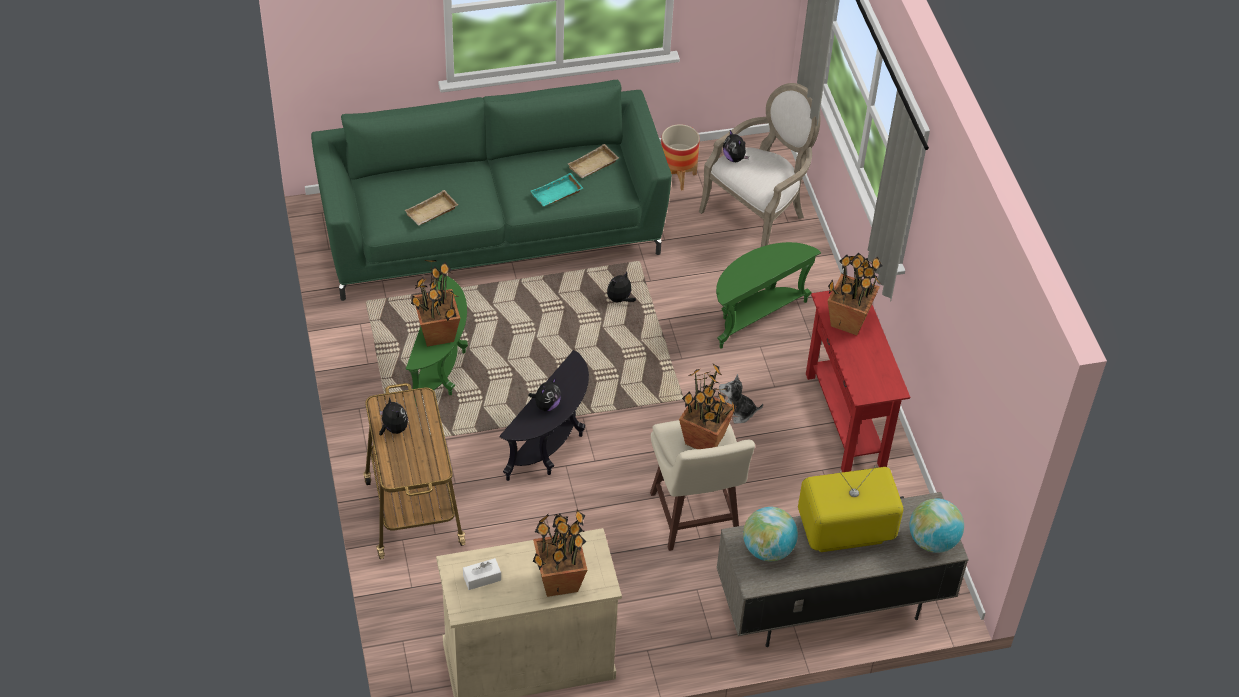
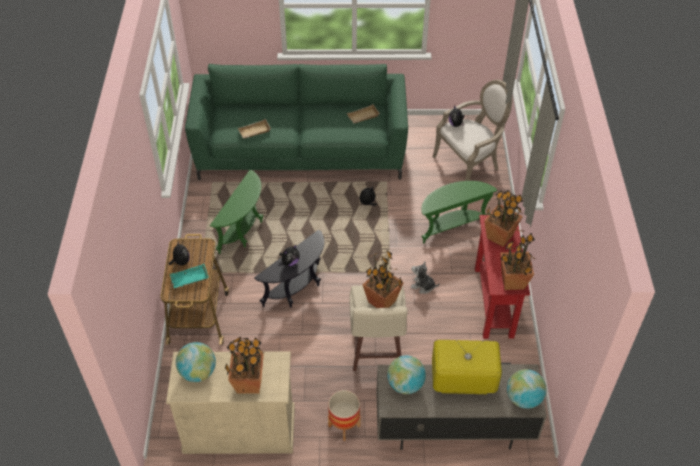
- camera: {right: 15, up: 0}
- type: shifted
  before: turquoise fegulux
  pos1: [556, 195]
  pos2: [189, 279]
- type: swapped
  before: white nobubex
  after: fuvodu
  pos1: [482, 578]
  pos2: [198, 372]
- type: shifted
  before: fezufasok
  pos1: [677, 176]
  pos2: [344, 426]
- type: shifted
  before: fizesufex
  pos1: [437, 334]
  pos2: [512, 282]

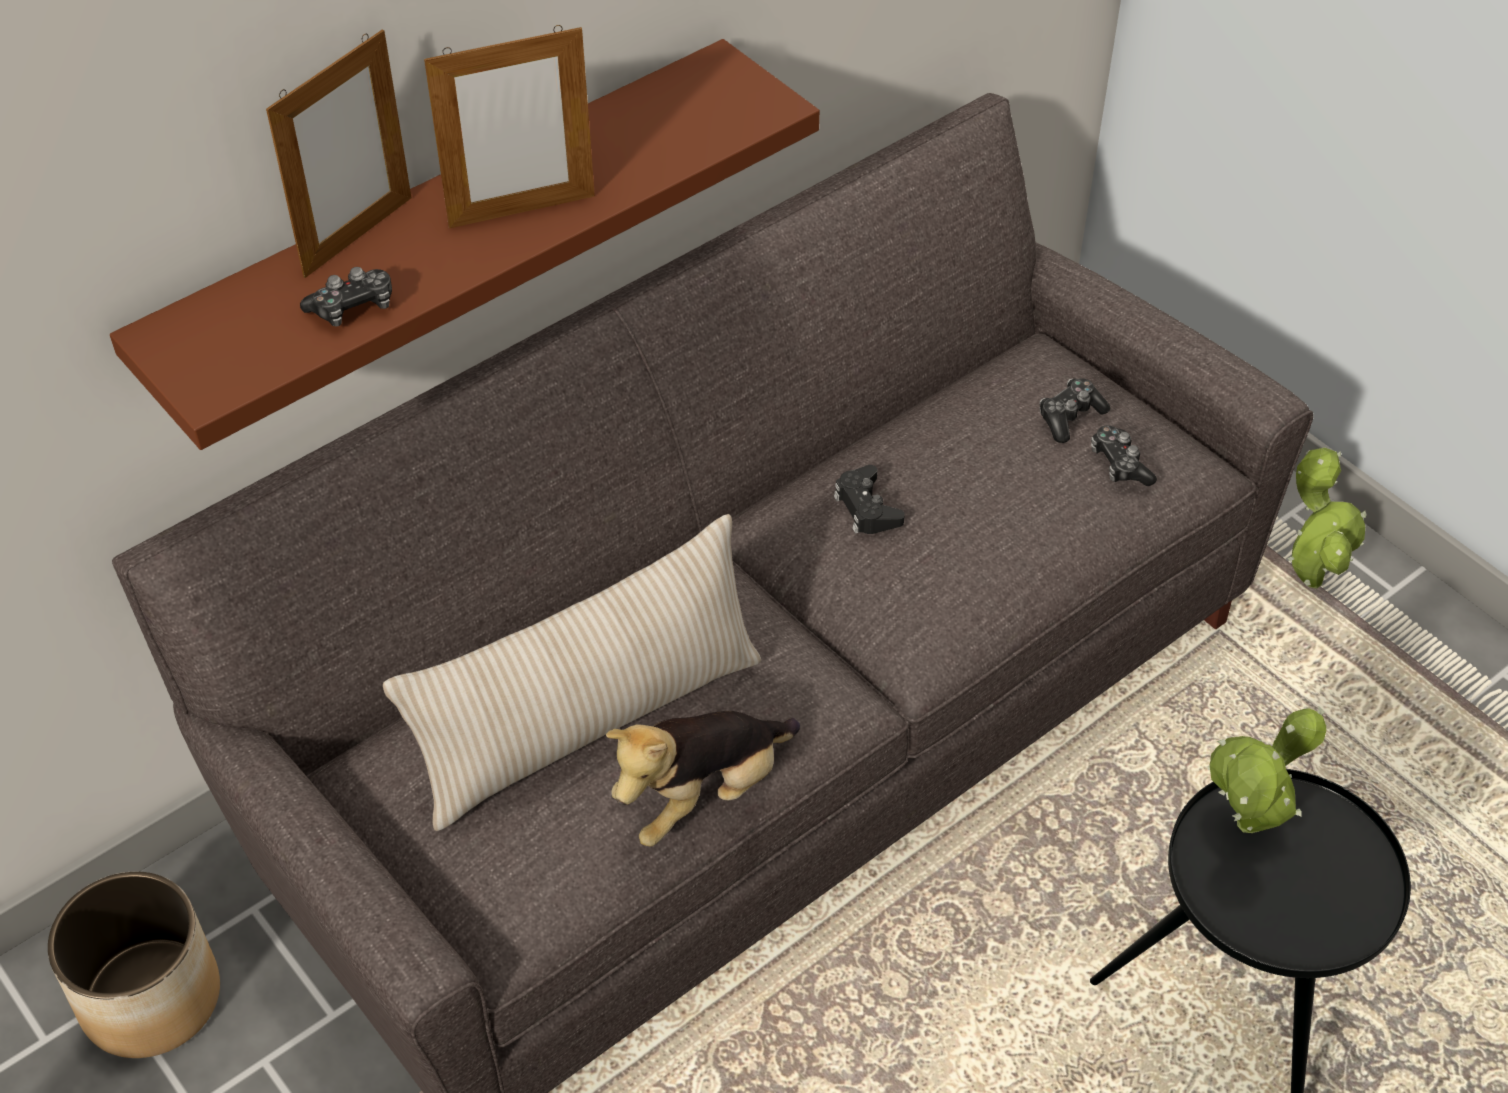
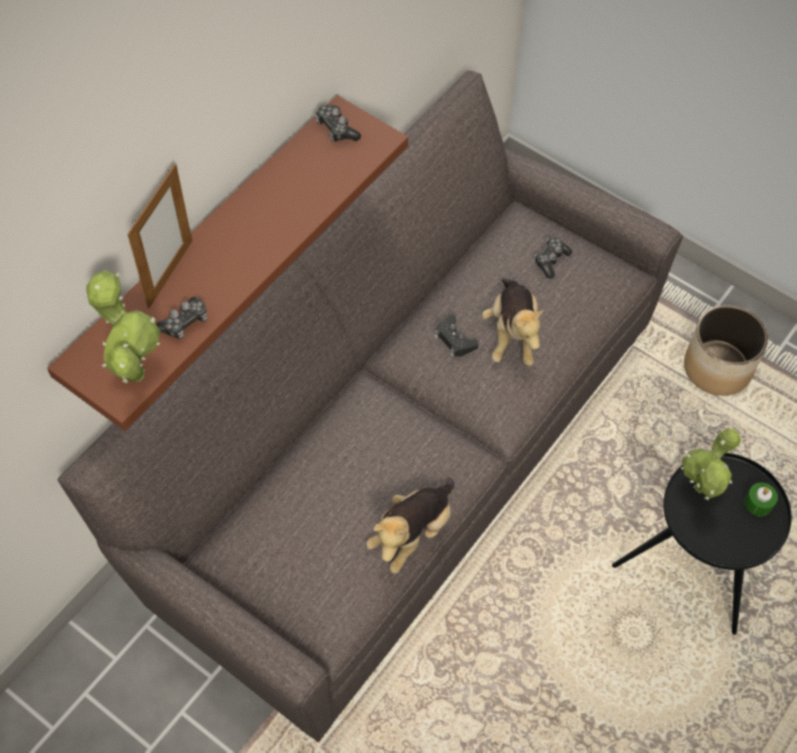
- camera: {right: -15, up: 10}
- type: shifted
  before: fizesufex
  pos1: [1309, 577]
  pos2: [134, 370]
- type: shifted
  before: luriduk
  pos1: [1119, 464]
  pos2: [336, 129]
- type: new
  after: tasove
  pos2: [512, 334]
- type: shifted
  before: fezufasok
  pos1: [152, 998]
  pos2: [717, 368]
- type: new
  after: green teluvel
  pos2: [758, 503]
- type: gone
  before: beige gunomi
  pos1: [589, 724]
- type: gone
  before: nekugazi
  pos1: [522, 211]

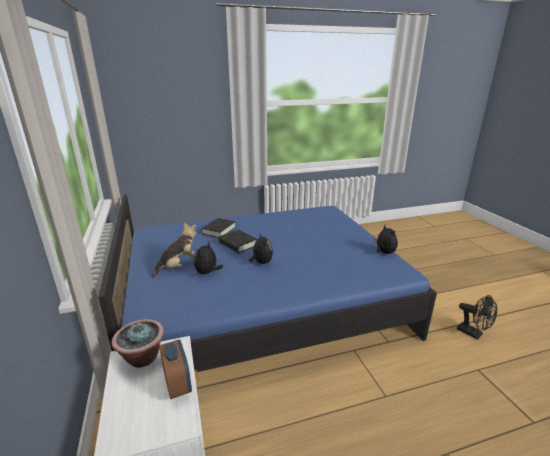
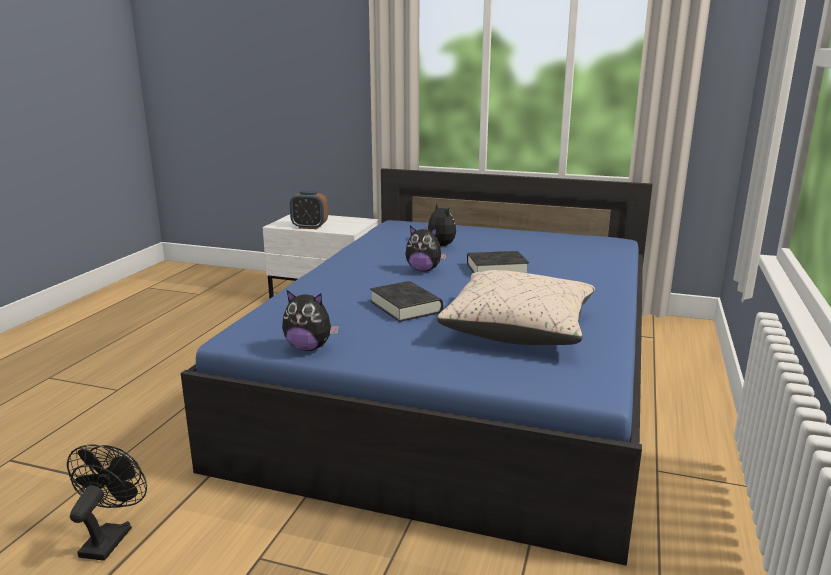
- camera: {right: 125, up: -5}
- type: rotated
  before: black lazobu
  pos1: [473, 333]
  pos2: [110, 537]
  turn: 105
- type: shifted
  before: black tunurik
  pos1: [219, 230]
  pos2: [405, 307]
- type: new
  after: beige gunomi
  pos2: [518, 329]
- type: gone
  before: fizesufex
  pos1: [142, 357]
- type: gone
  before: tasove
  pos1: [179, 266]

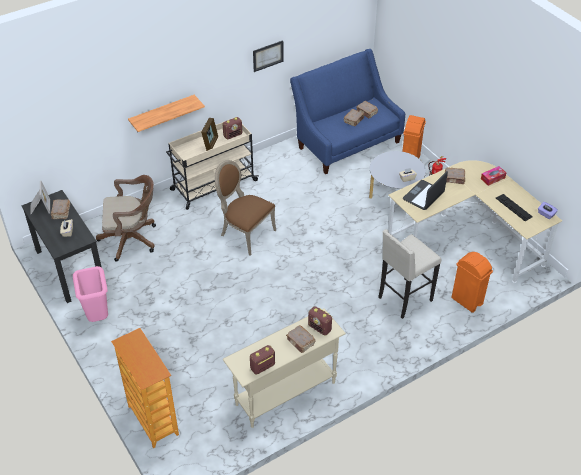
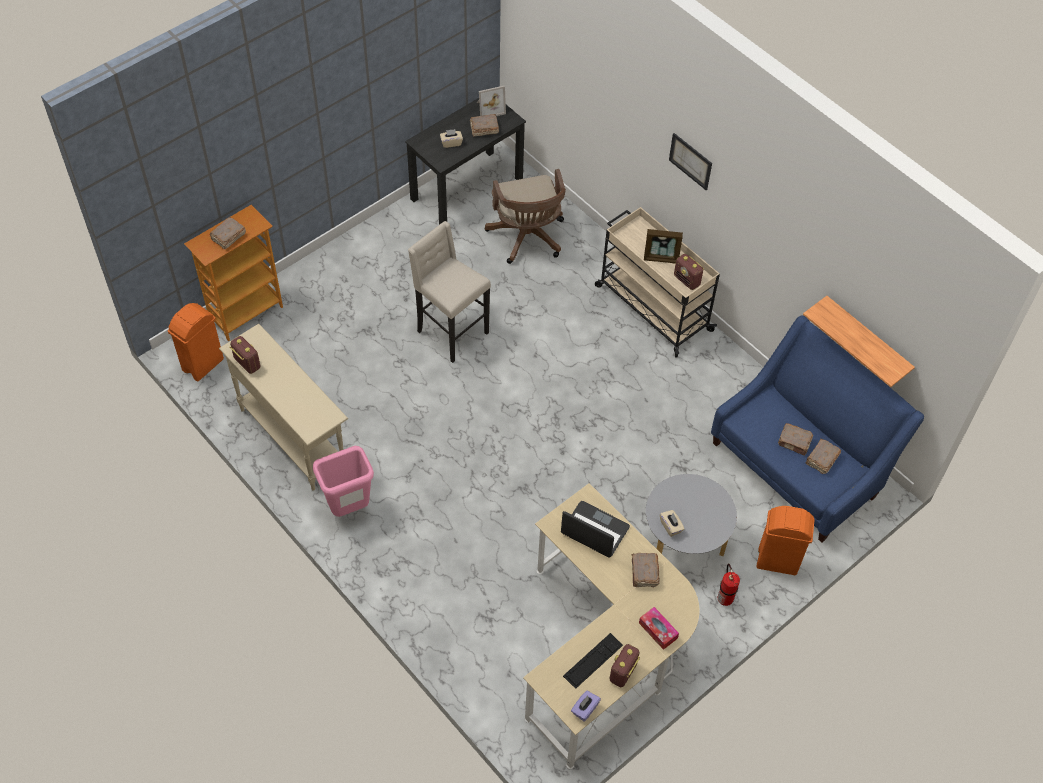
- camera: {right: 80, up: 10}
- type: shifted
  before: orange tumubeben
  pos1: [466, 300]
  pos2: [203, 364]
- type: shifted
  before: brown tunurik
  pos1: [300, 342]
  pos2: [228, 237]
- type: shifted
  before: pink tumubeben
  pos1: [98, 317]
  pos2: [348, 508]
- type: shifted
  before: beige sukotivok
  pos1: [403, 299]
  pos2: [450, 332]
- type: shifted
  before: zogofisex
  pos1: [320, 328]
  pos2: [623, 673]
- type: shifted
  before: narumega
  pos1: [268, 56]
  pos2: [690, 161]
- type: shifted
  before: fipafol
  pos1: [162, 114]
  pos2: [866, 339]
- type: gone
  before: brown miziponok
  pos1: [245, 233]

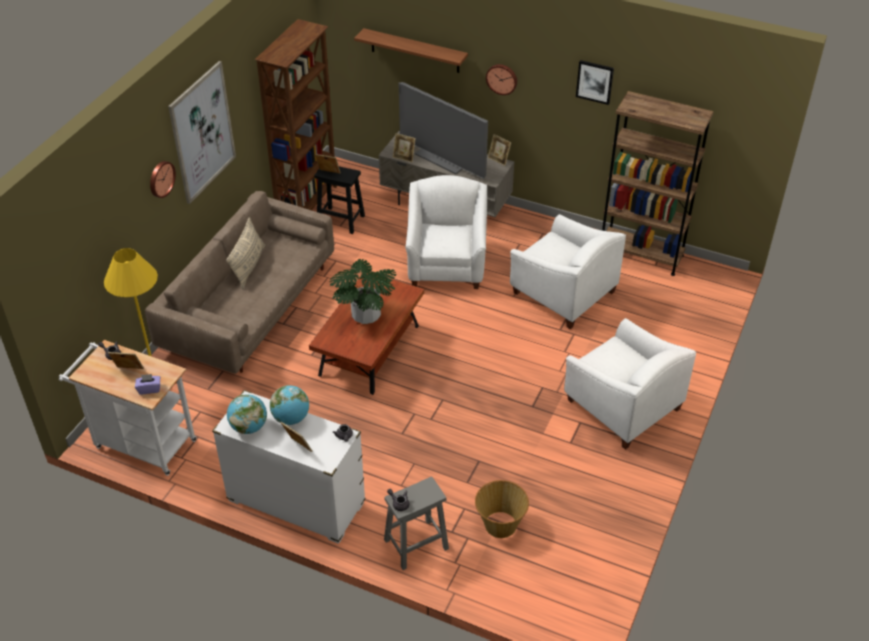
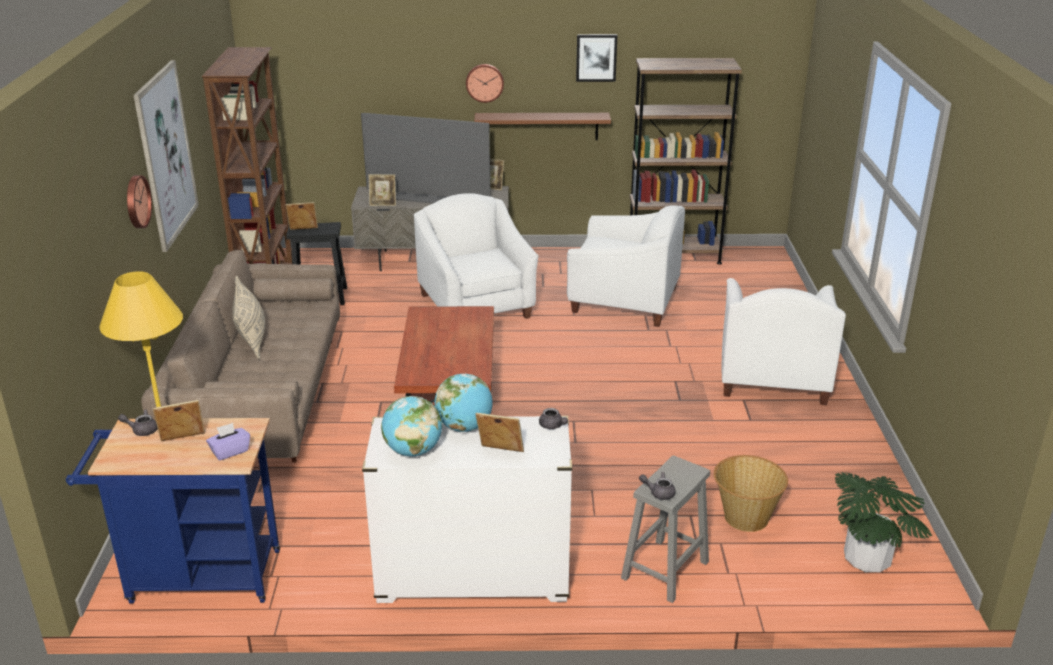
- camera: {right: -25, up: -15}
- type: repainted
  before: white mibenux
  after: blue mibenux
  pos1: [140, 442]
  pos2: [195, 577]
- type: shifted
  before: fipafol
  pos1: [415, 51]
  pos2: [542, 126]
- type: rotated
  before: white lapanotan
  pos1: [622, 406]
  pos2: [772, 374]
  turn: 75
- type: shifted
  before: fizesufex
  pos1: [366, 316]
  pos2: [867, 560]

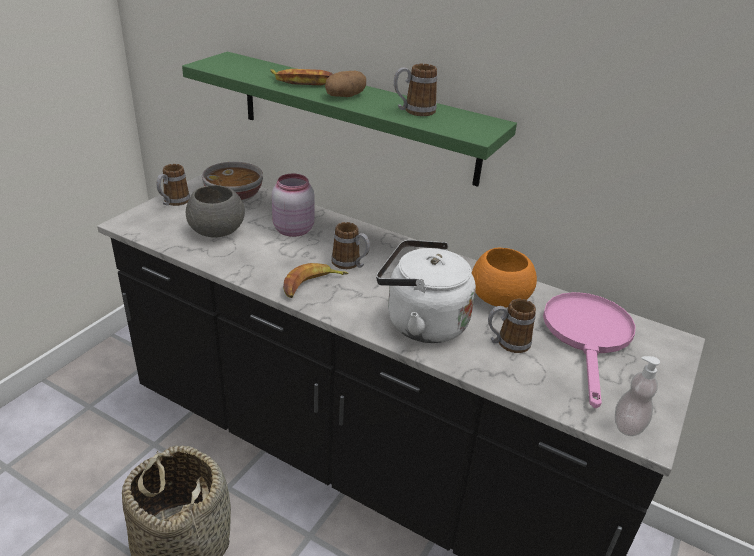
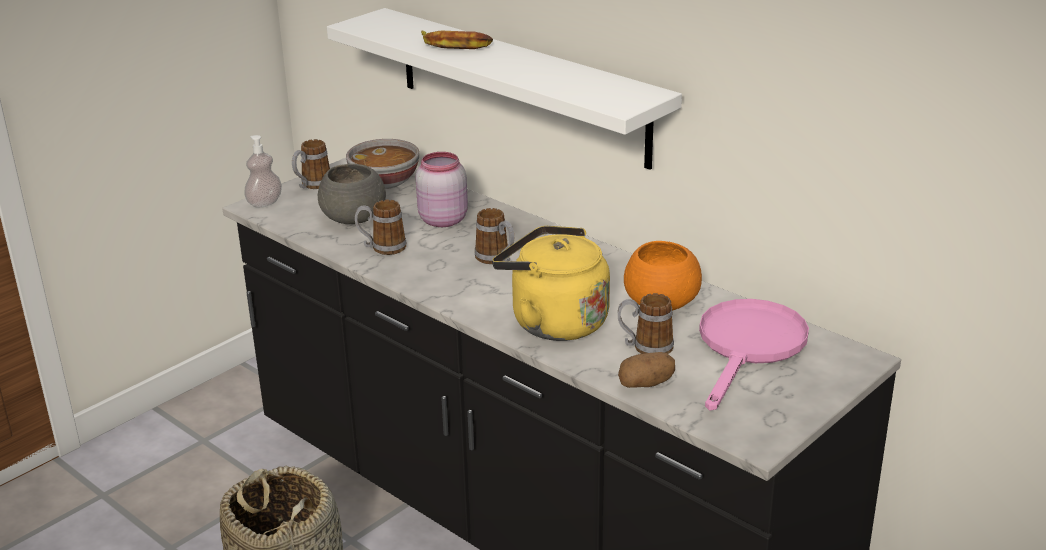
- camera: {right: 15, up: -5}
- type: shifted
  before: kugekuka
  pos1: [628, 425]
  pos2: [264, 203]
- type: repainted
  before: green fipafol
  after: white fipafol
  pos1: [356, 117]
  pos2: [520, 86]
- type: shifted
  before: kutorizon
  pos1: [413, 111]
  pos2: [382, 248]
- type: repainted
  before: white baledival
  after: yellow baledival
  pos1: [420, 323]
  pos2: [553, 321]
- type: shifted
  before: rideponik
  pos1: [345, 96]
  pos2: [646, 384]
- type: gone
  before: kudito
  pos1: [312, 285]

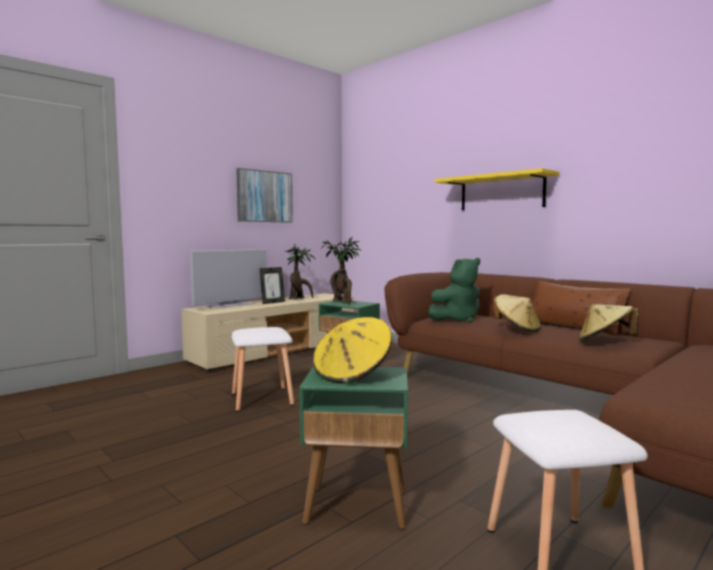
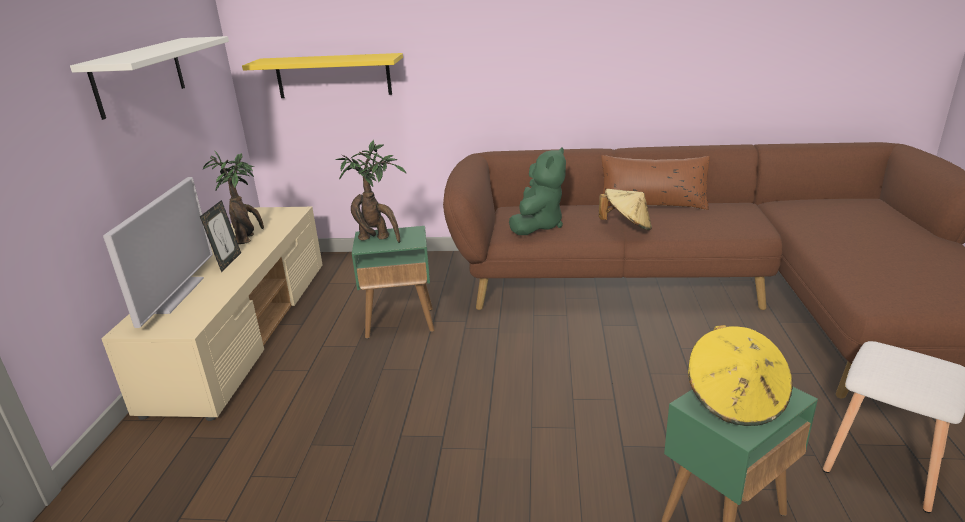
- camera: {right: -40, up: 20}
- type: swapped
  before: narumega
  after: white fipafol
  pos1: [264, 196]
  pos2: [139, 76]
- type: shifted
  before: yellow fipafol
  pos1: [501, 192]
  pos2: [333, 76]
- type: gone
  before: white sukotivok
  pos1: [263, 399]
- type: gone
  before: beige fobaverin
  pos1: [605, 341]

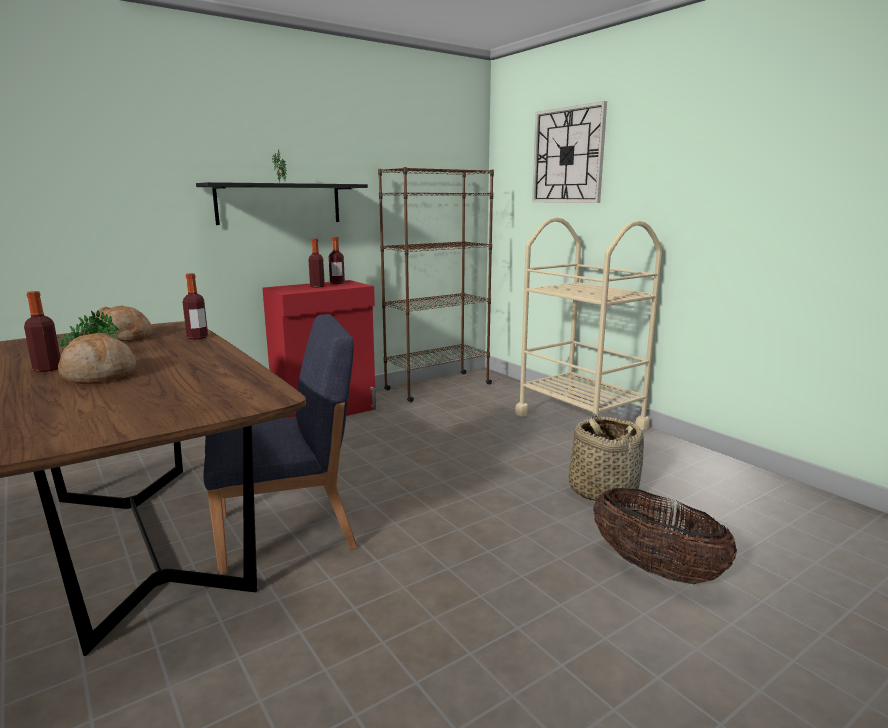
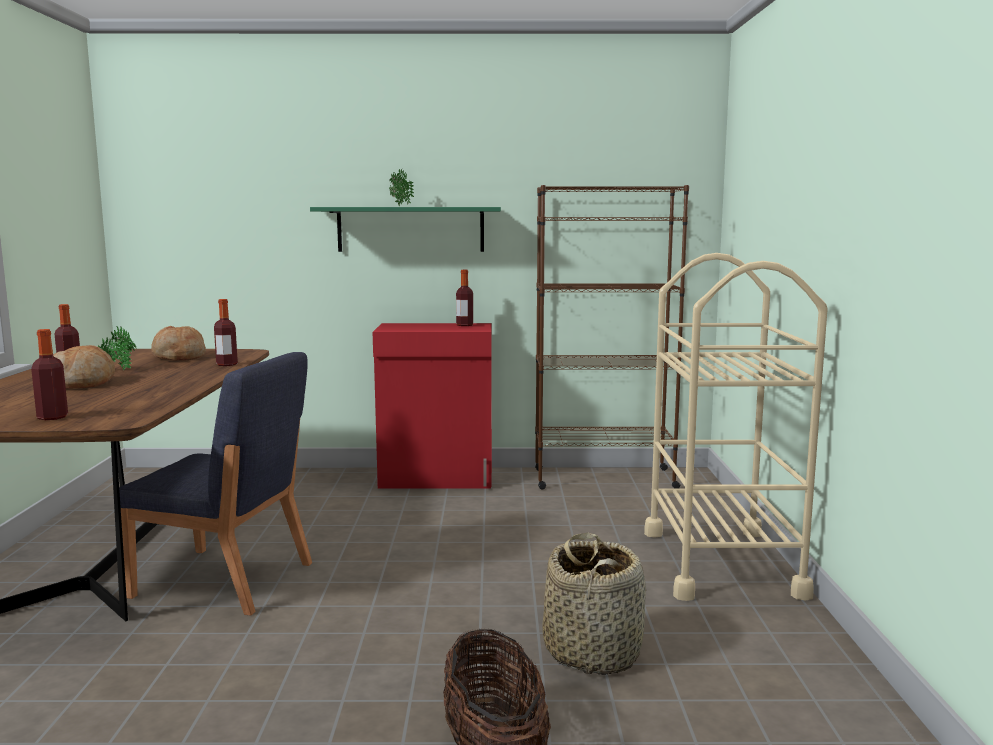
- camera: {right: 35, up: -5}
- type: shifted
  before: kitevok
  pos1: [317, 286]
  pos2: [52, 417]
- type: repainted
  before: black fipafol
  after: green fipafol
  pos1: [279, 203]
  pos2: [410, 229]
- type: gone
  before: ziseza
  pos1: [568, 155]

